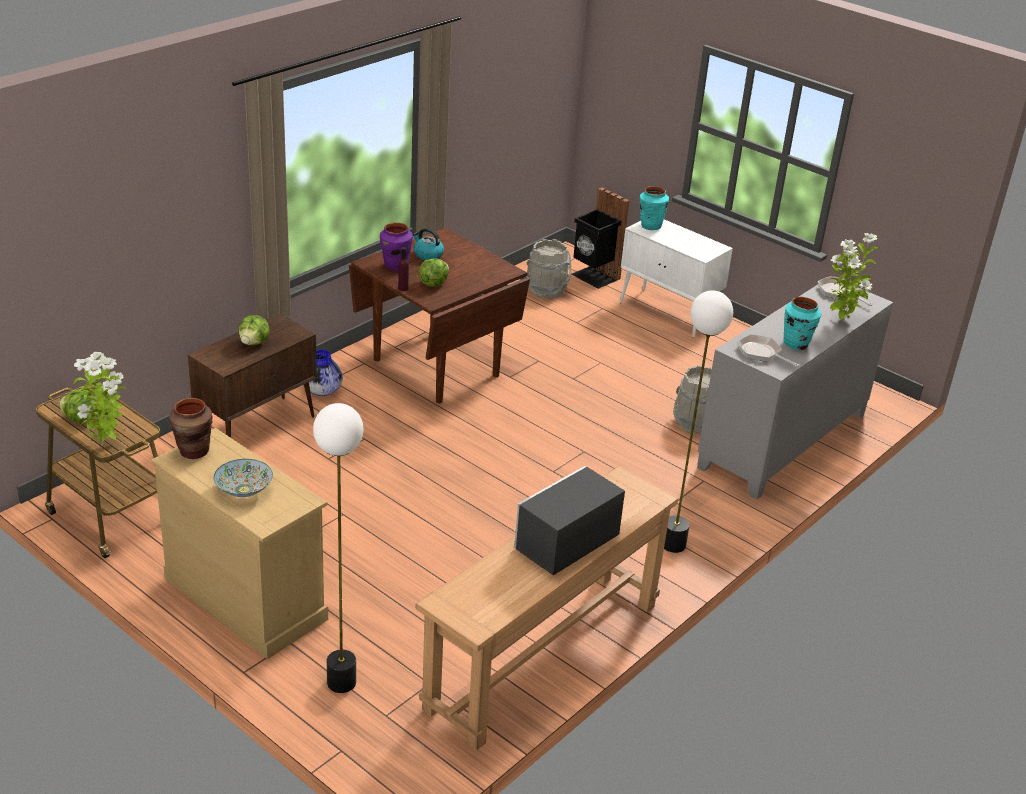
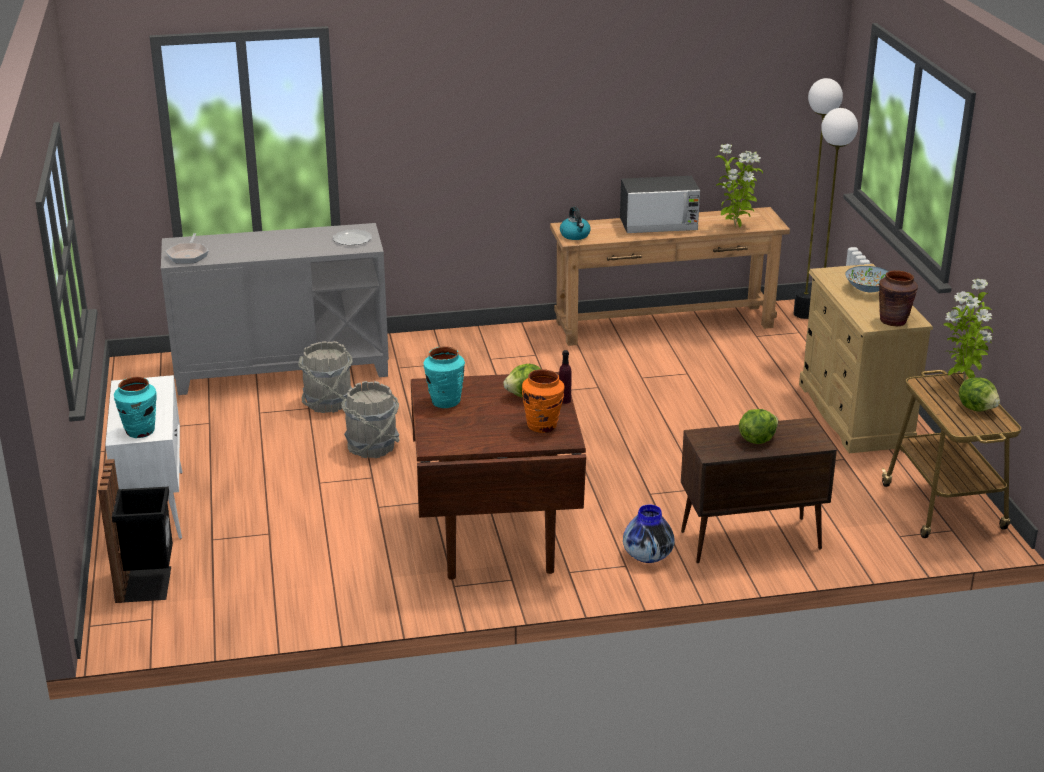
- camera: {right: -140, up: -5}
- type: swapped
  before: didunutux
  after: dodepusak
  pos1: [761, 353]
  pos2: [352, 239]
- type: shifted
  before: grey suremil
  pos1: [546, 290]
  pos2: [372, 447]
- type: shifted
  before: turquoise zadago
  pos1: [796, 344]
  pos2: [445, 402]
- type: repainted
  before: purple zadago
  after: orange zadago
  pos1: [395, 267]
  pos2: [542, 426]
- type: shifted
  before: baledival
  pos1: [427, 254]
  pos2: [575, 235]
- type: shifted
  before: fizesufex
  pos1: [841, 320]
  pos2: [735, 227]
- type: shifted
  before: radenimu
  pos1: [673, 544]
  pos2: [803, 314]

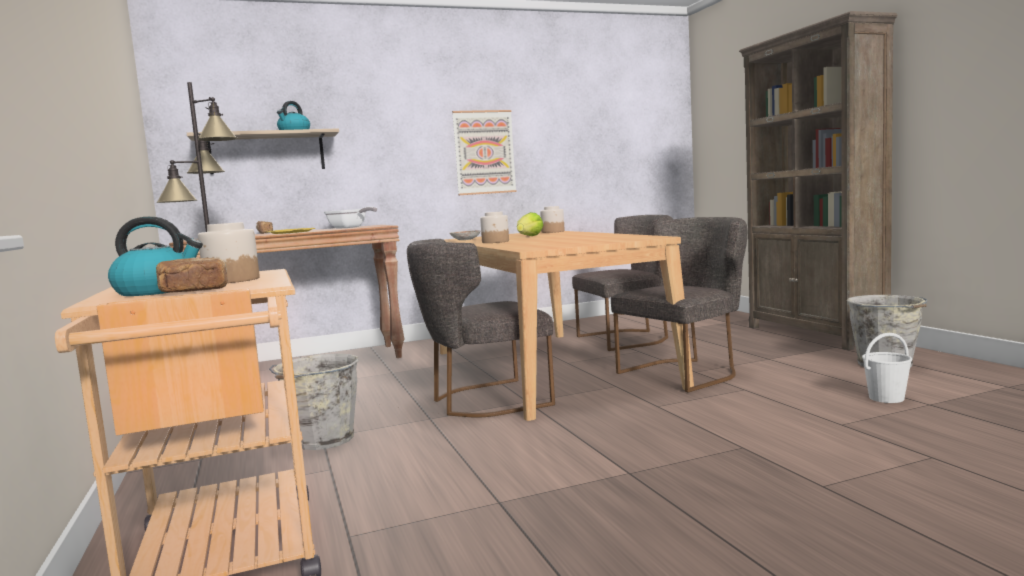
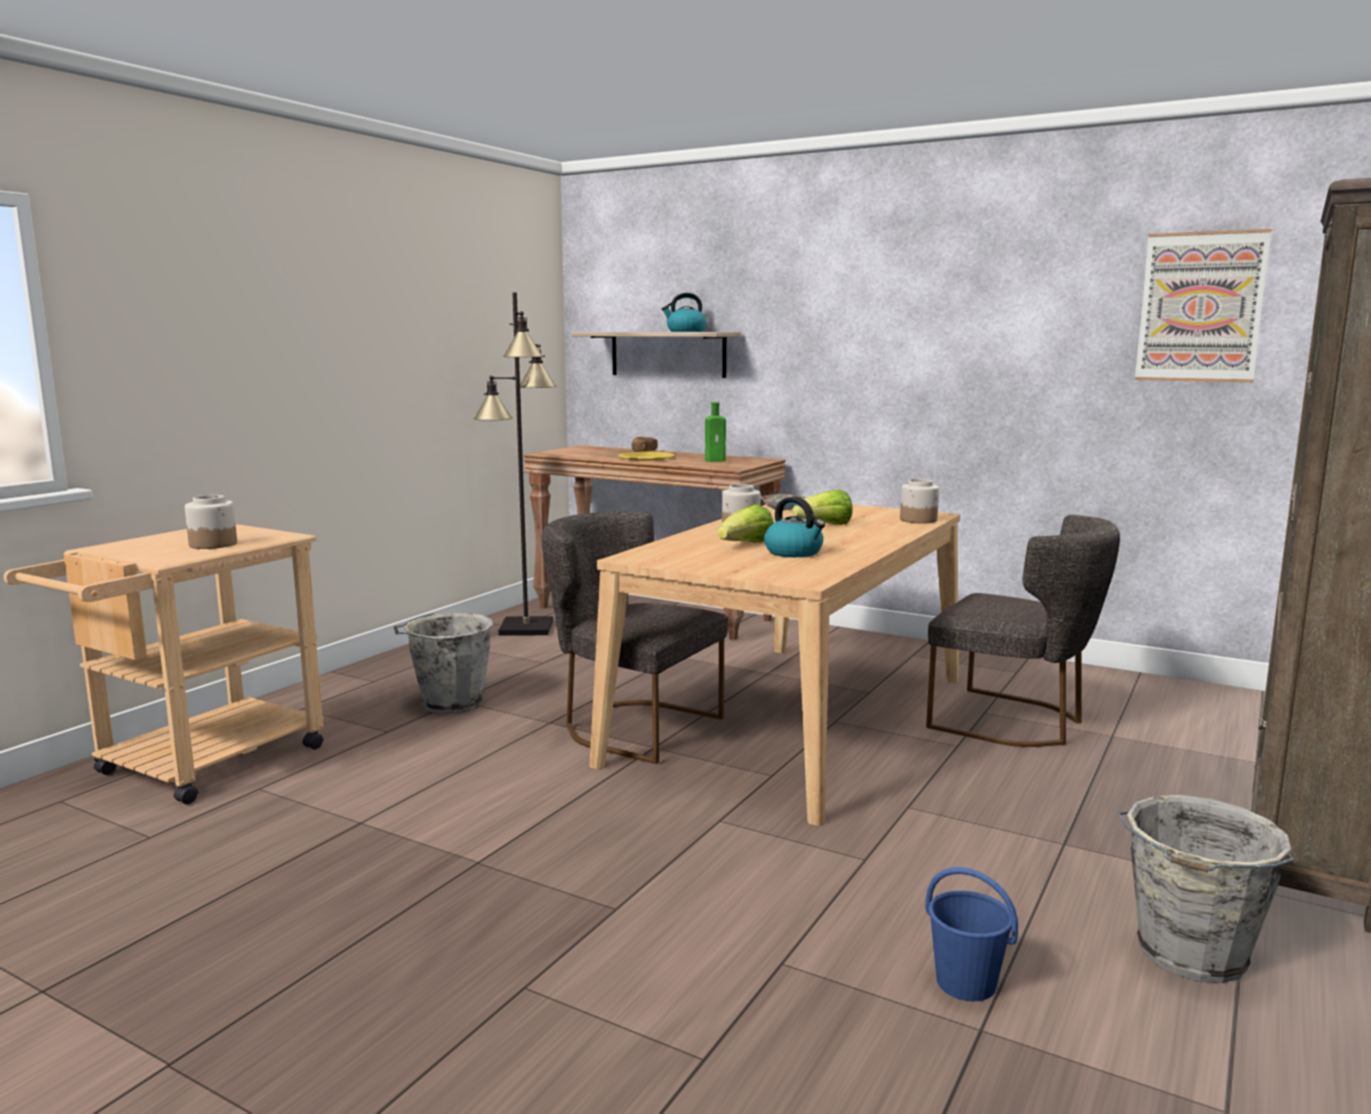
- camera: {right: 50, up: 5}
- type: swapped
  before: didunutux
  after: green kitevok
  pos1: [350, 227]
  pos2: [716, 460]
- type: new
  after: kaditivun
  pos2: [746, 544]
- type: shifted
  before: baledival
  pos1: [158, 291]
  pos2: [794, 552]
- type: repainted
  before: white suremil
  after: blue suremil
  pos1: [887, 398]
  pos2: [967, 983]
- type: shifted
  before: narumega
  pos1: [484, 152]
  pos2: [1200, 307]
- type: gone
  before: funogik
  pos1: [194, 291]
- type: gone
  before: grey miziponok
  pos1: [687, 372]

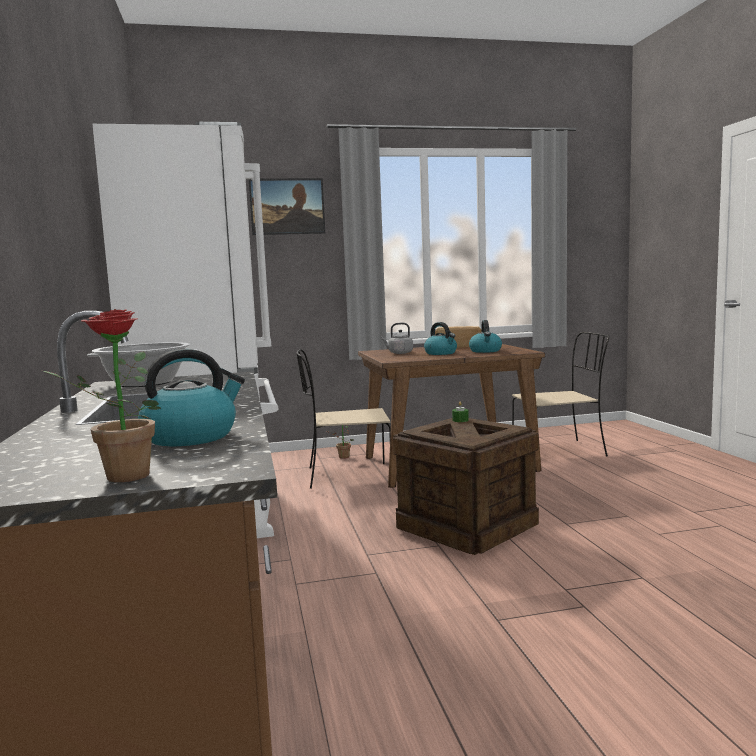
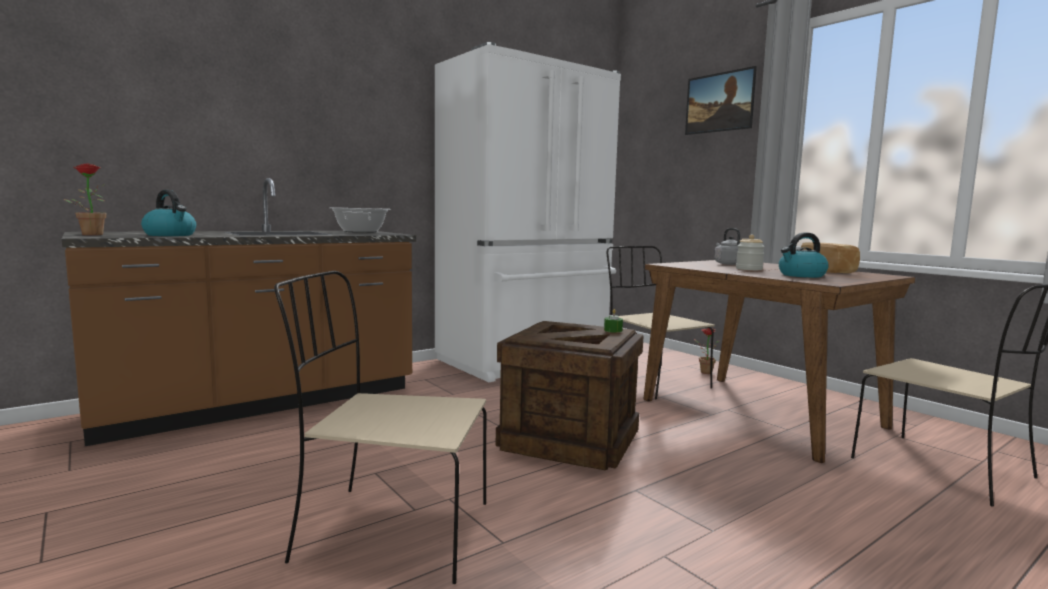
- camera: {right: 65, up: 0}
- type: new
  after: beige miziponok
  pos2: [389, 531]
- type: swapped
  before: baledival
  after: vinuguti
  pos1: [441, 353]
  pos2: [749, 269]

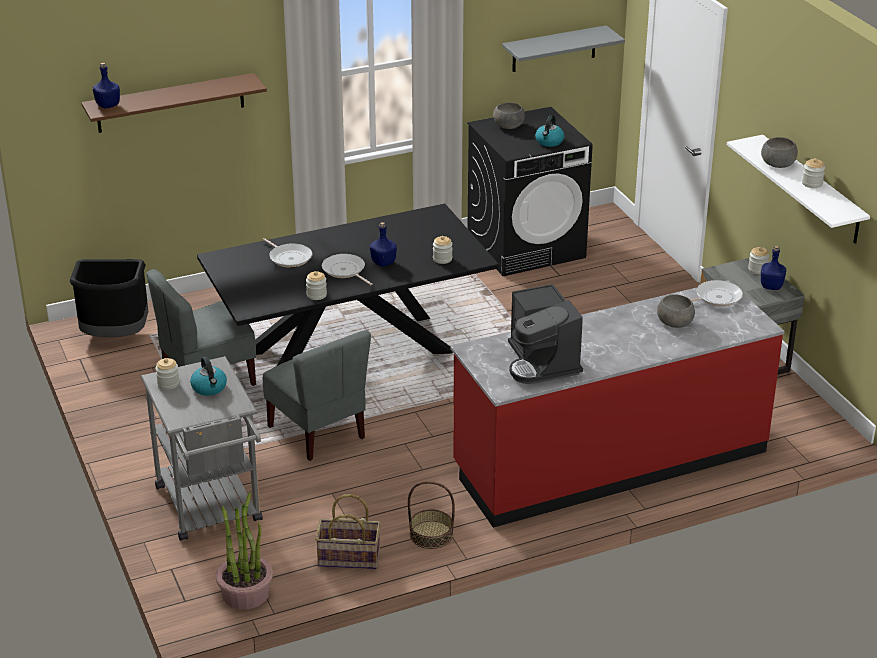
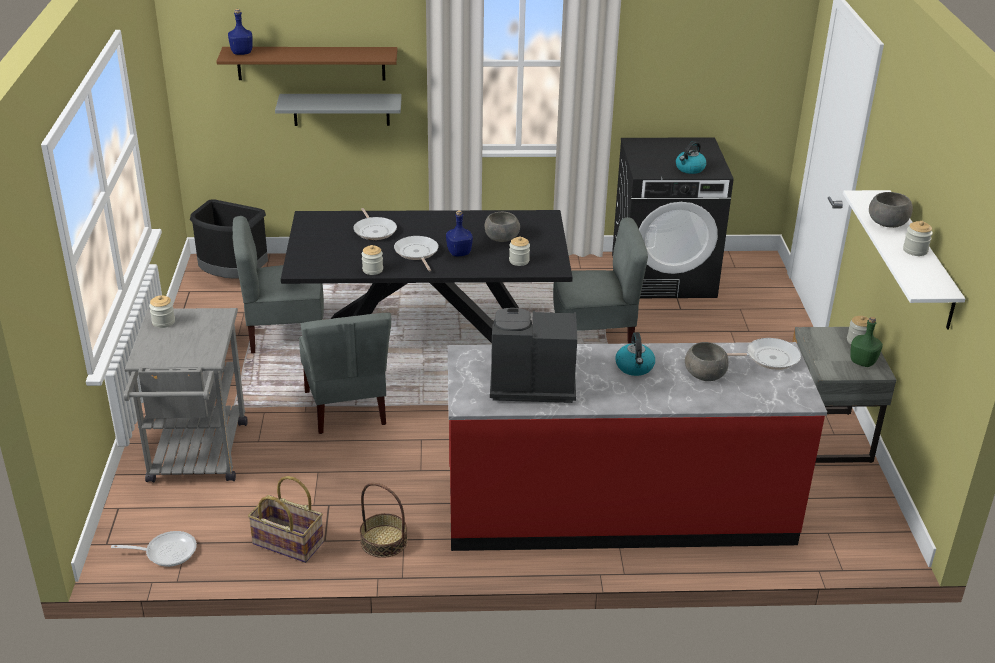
- camera: {right: 20, up: 0}
- type: swapped
  before: fizesufex
  after: didunutux
  pos1: [245, 593]
  pos2: [166, 552]
- type: shifted
  before: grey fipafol
  pos1: [554, 49]
  pos2: [341, 109]
- type: shifted
  before: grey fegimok
  pos1: [508, 126]
  pos2: [501, 238]
- type: rotated
  before: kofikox
  pos1: [542, 362]
  pos2: [529, 384]
  turn: 90
- type: new
  after: grey miziponok
  pos2: [593, 339]
- type: shifted
  before: baledival
  pos1: [209, 388]
  pos2: [635, 367]
- type: repainted
  before: blue kitevok
  after: green kitevok
  pos1: [772, 286]
  pos2: [863, 362]

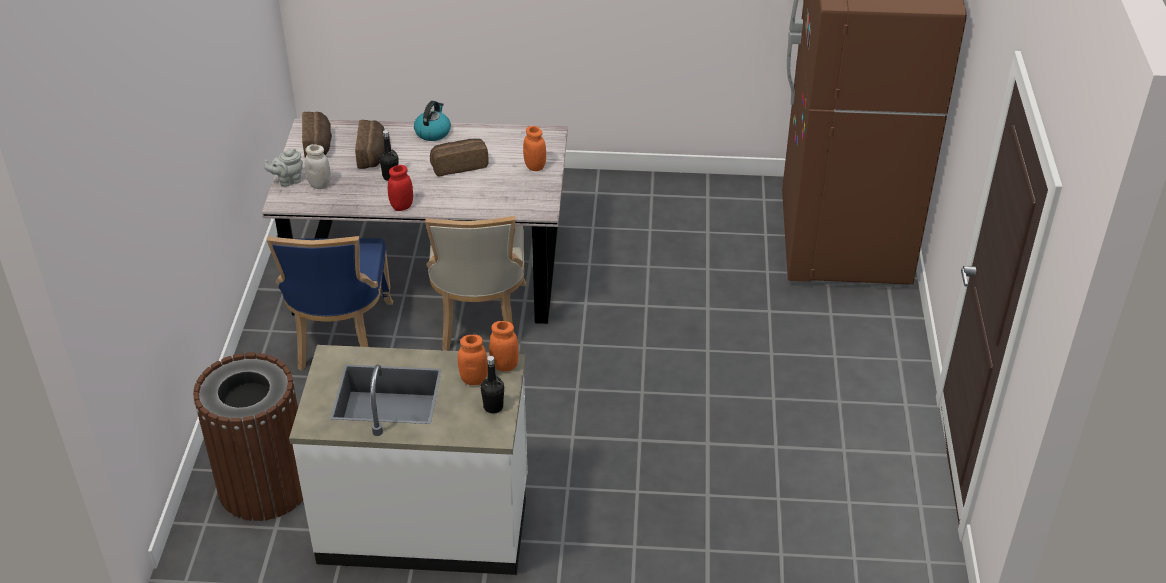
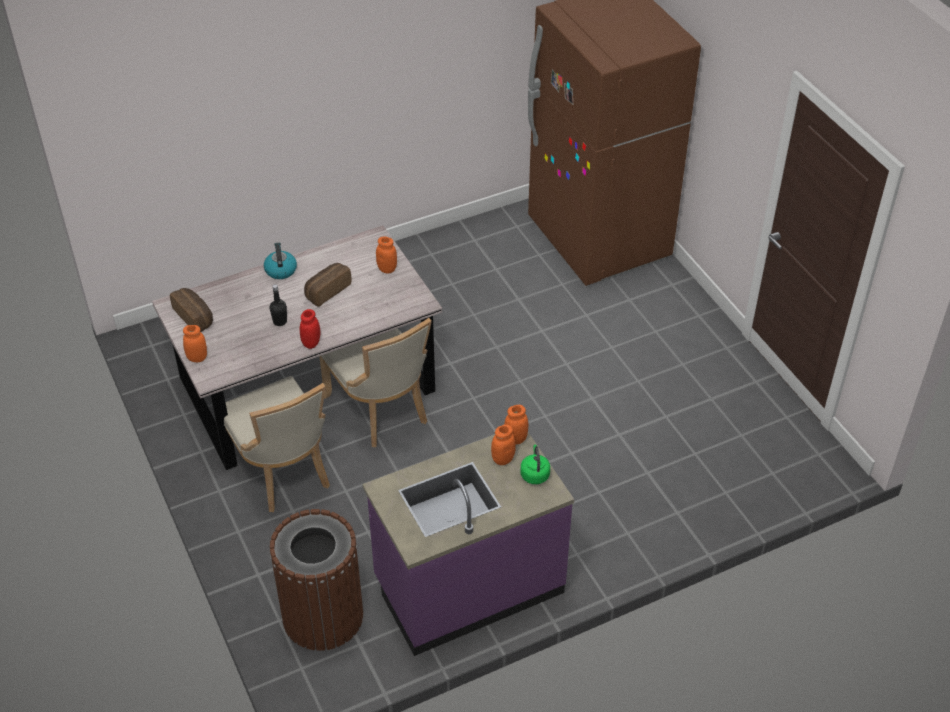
- camera: {right: -30, up: 5}
- type: swapped
  before: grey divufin
  after: orange vinuguti
  pos1: [288, 180]
  pos2: [197, 358]
- type: repainted
  before: blue miziponok
  after: beige miziponok
  pos1: [340, 338]
  pos2: [283, 472]
- type: repainted
  before: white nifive
  after: purple nifive
  pos1: [425, 522]
  pos2: [468, 586]
- type: swapped
  before: black kitevok
  after: green baledival
  pos1: [493, 407]
  pos2: [534, 474]
- type: gone
  before: white vinuguti
  pos1: [320, 185]
- type: gone
  before: funogik
  pos1: [373, 154]

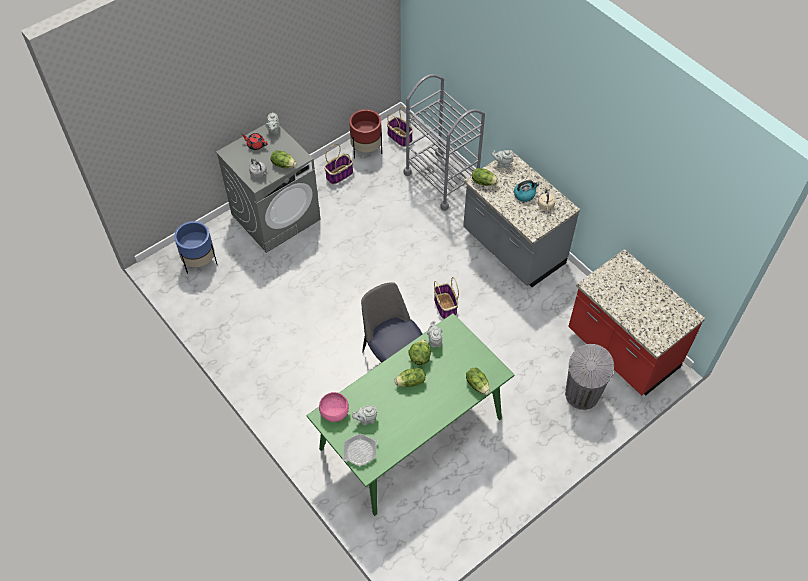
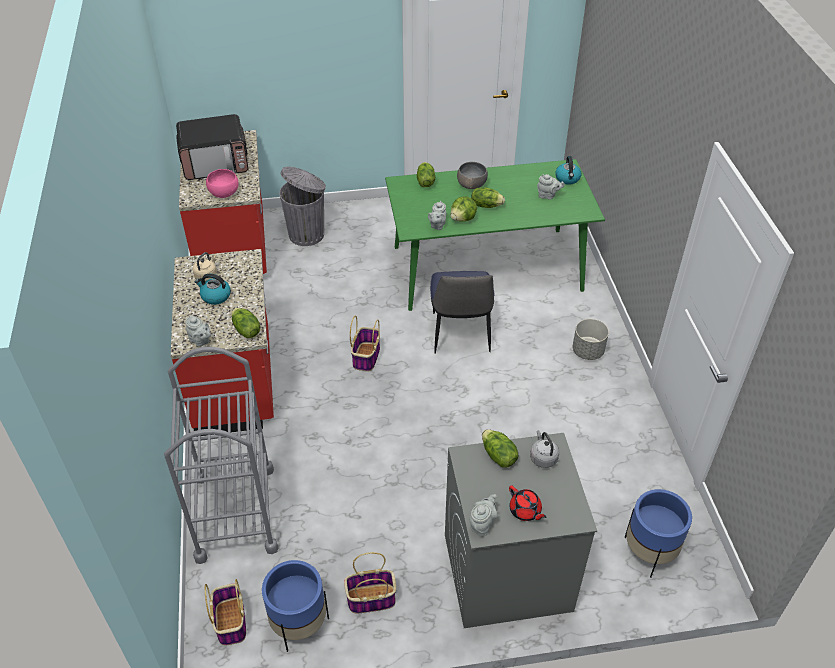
- camera: {right: -150, up: -10}
- type: repainted
  before: grey nifive
  after: red nifive
  pos1: [512, 248]
  pos2: [236, 382]
- type: new
  after: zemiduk
  pos2: [216, 163]
- type: shifted
  before: pink fegimok
  pos1: [334, 412]
  pos2: [224, 192]
- type: repainted
  before: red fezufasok
  after: blue fezufasok
  pos1: [366, 150]
  pos2: [299, 624]
- type: new
  after: grey fegimok
  pos2: [471, 185]
- type: swapped
  before: didunutux
  after: baledival
  pos1: [360, 452]
  pos2: [567, 179]
- type: new
  after: grey fezufasok
  pos2: [588, 351]

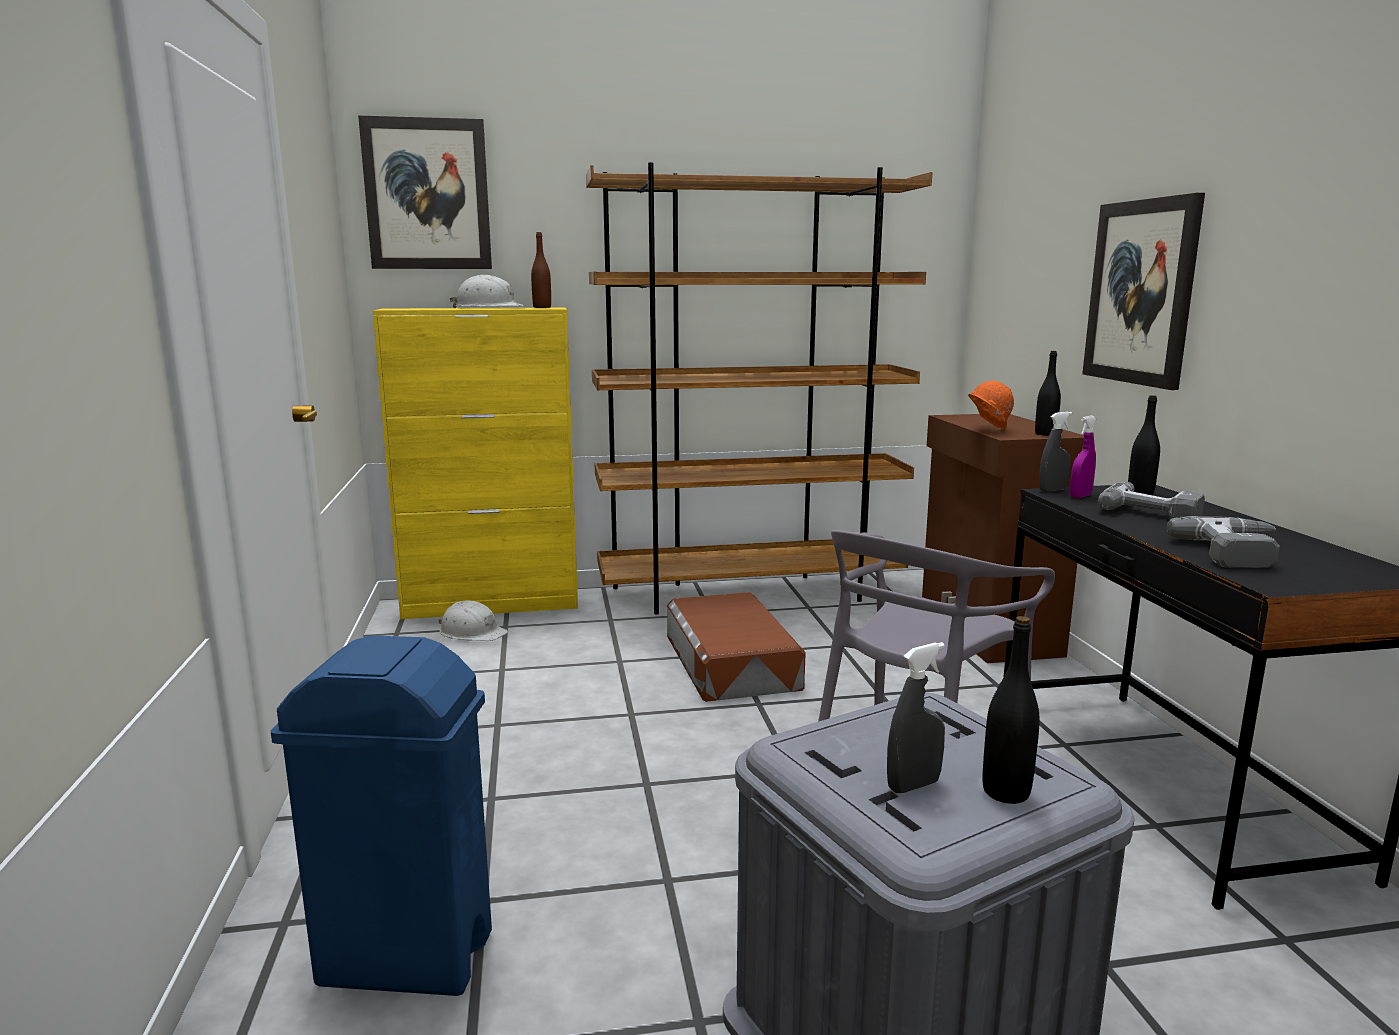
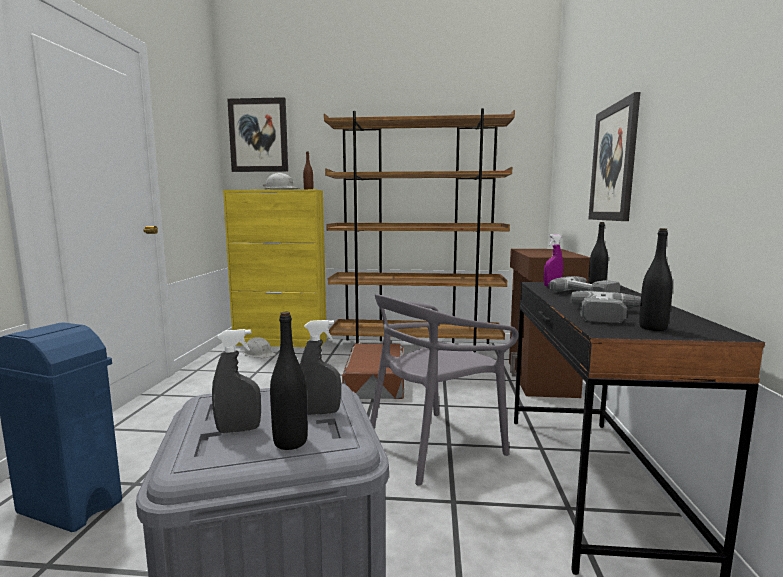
- camera: {right: 15, up: -5}
- type: shifted
  before: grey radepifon
  pos1: [1052, 490]
  pos2: [320, 412]
- type: shifted
  before: black kitevok
  pos1: [1045, 434]
  pos2: [652, 328]
- type: gone
  before: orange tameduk
  pos1: [987, 430]

